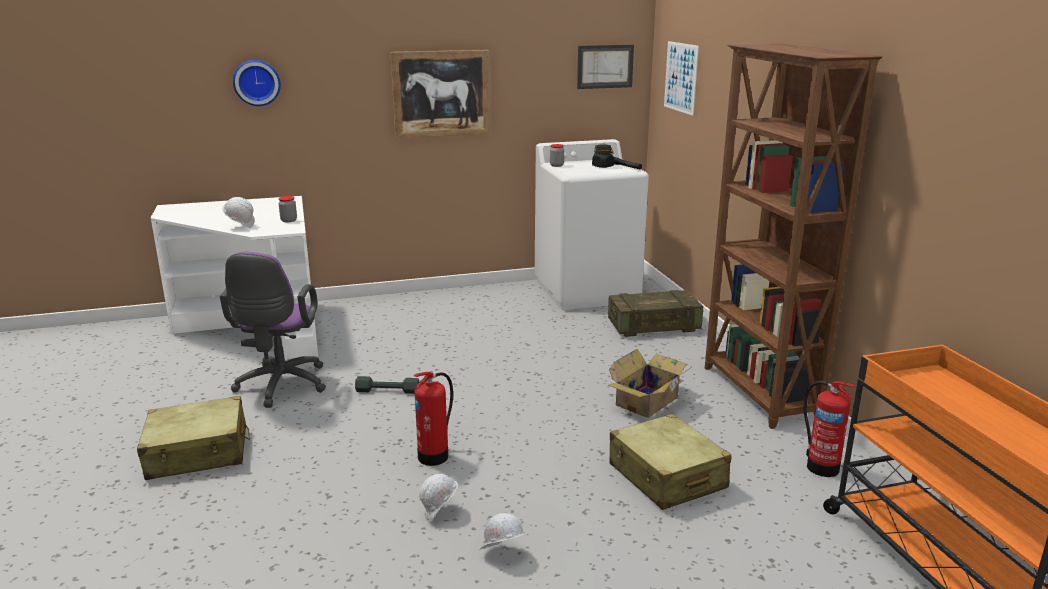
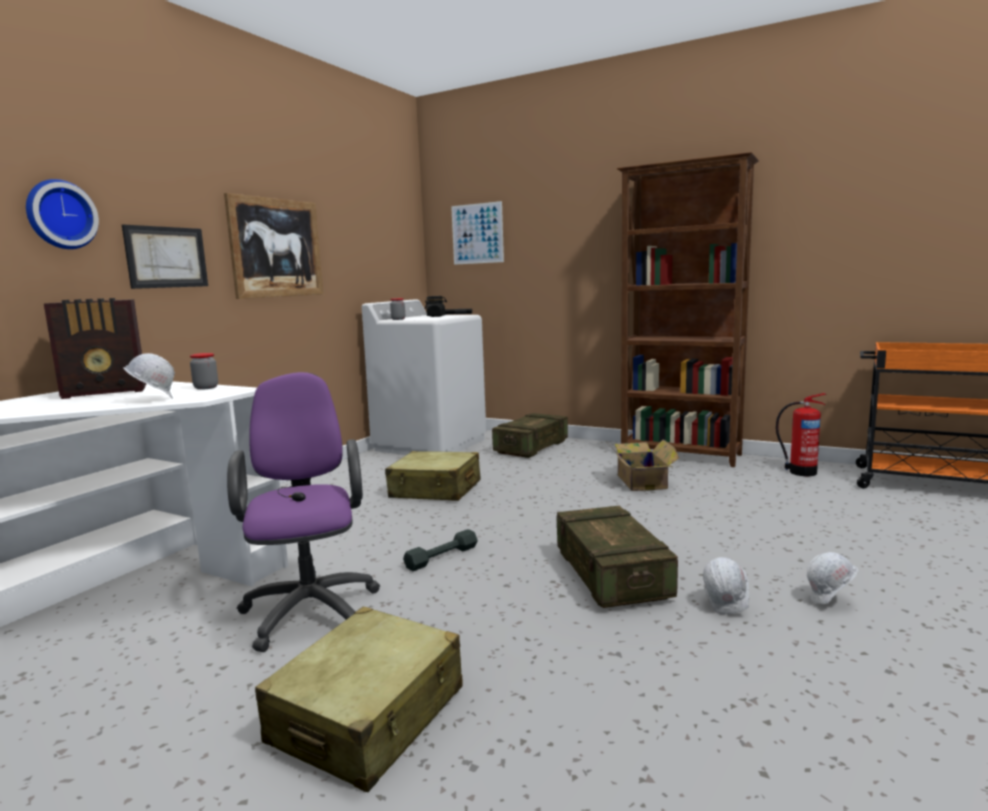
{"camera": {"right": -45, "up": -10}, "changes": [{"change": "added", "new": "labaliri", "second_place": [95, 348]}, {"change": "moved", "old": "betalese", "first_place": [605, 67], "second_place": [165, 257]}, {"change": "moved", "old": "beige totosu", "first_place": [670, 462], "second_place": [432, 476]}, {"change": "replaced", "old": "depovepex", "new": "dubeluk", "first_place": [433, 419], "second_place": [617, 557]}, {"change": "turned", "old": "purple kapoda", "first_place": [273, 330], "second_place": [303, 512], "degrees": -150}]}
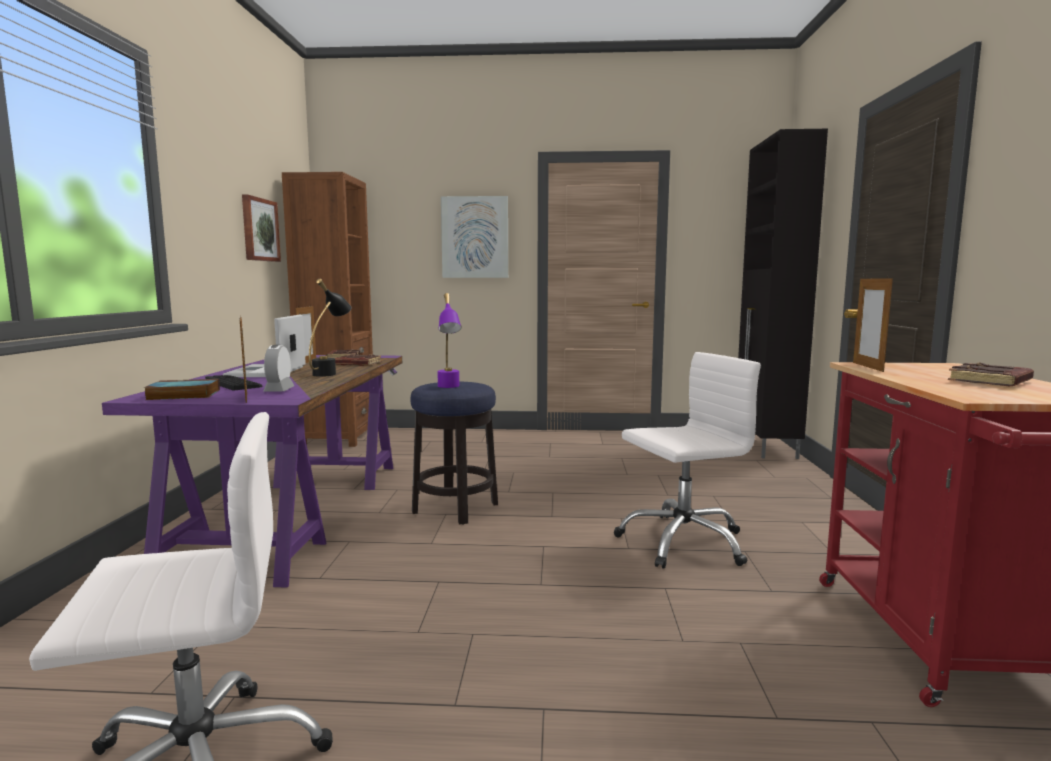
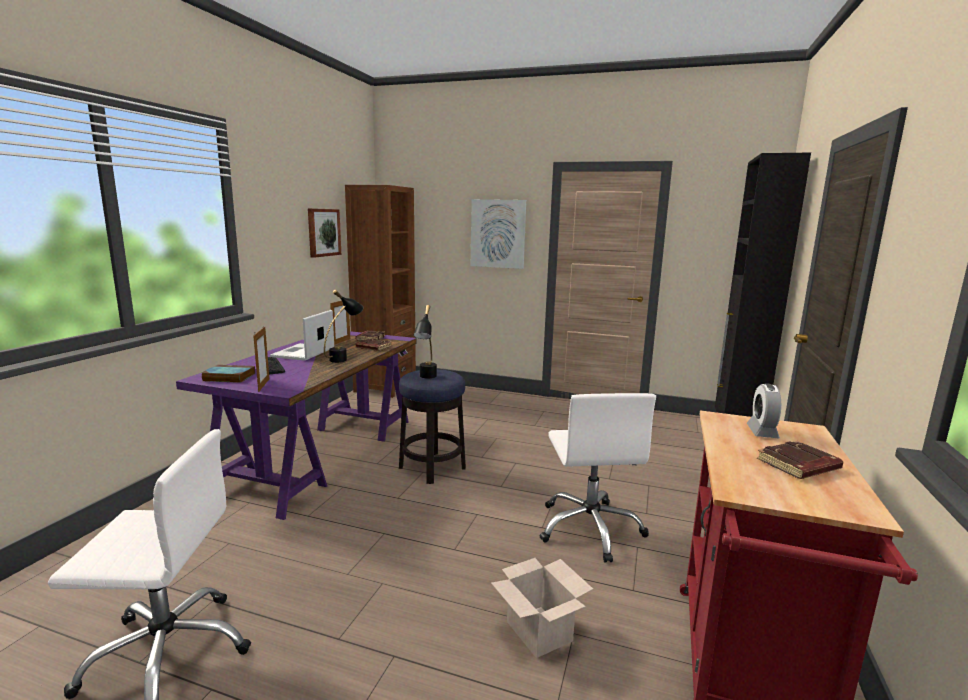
{"camera": {"right": 15, "up": 5}, "changes": [{"change": "removed", "old": "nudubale", "first_place": [873, 323]}, {"change": "added", "new": "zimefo", "second_place": [542, 608]}, {"change": "moved", "old": "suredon", "first_place": [278, 368], "second_place": [764, 410]}, {"change": "recoloured", "old": "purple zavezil", "new": "black zavezil", "first_place": [449, 340], "second_place": [425, 341]}, {"change": "turned", "old": "white kapoda", "first_place": [687, 460], "second_place": [598, 478], "degrees": 90}]}
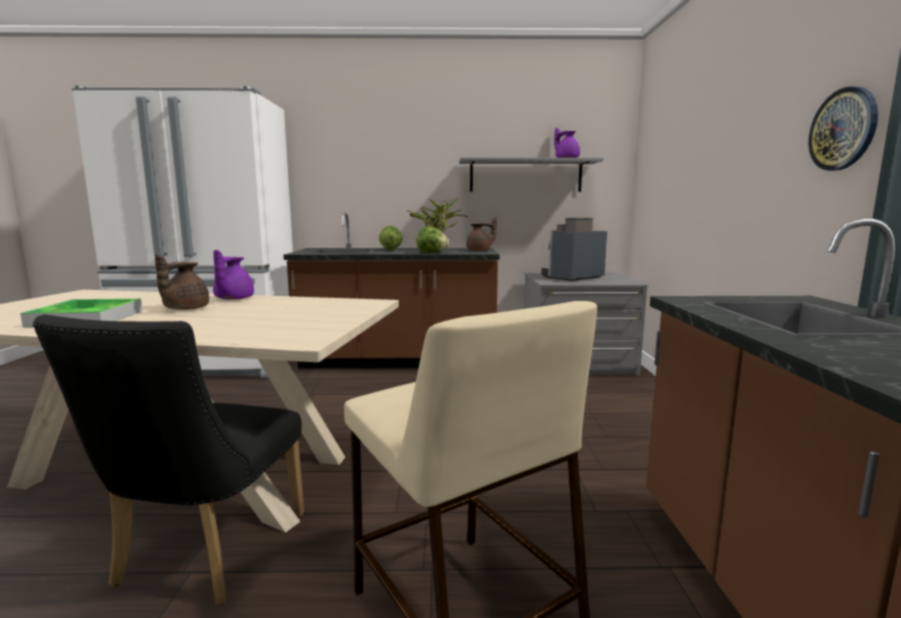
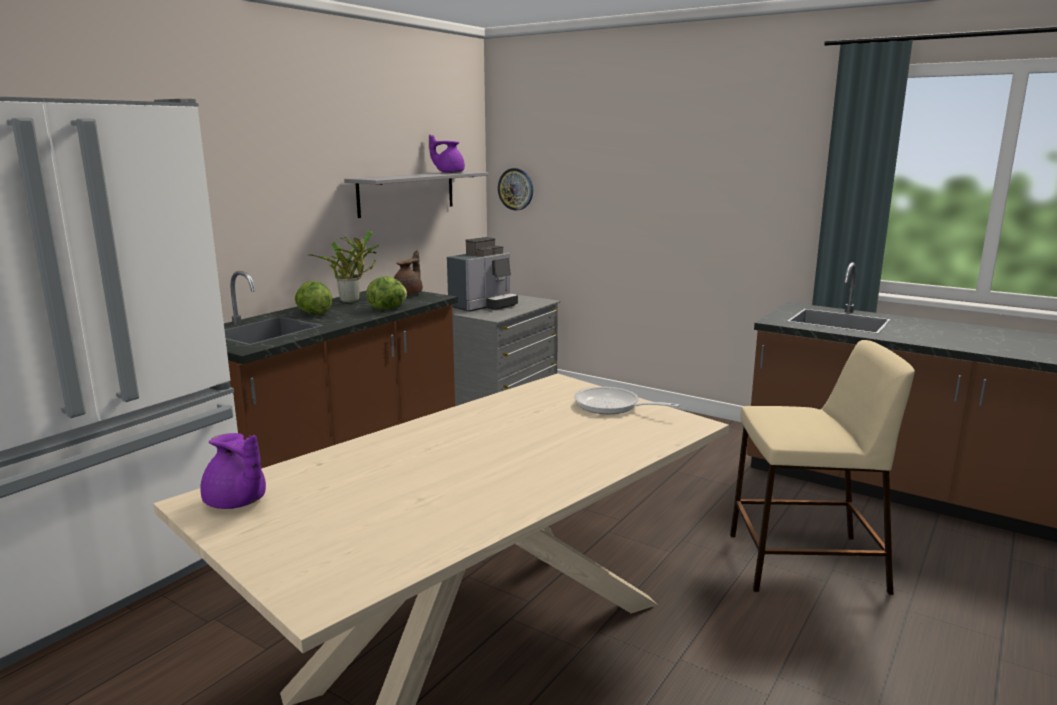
{"camera": {"right": -55, "up": 5}, "changes": [{"change": "removed", "old": "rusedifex", "first_place": [81, 313]}, {"change": "removed", "old": "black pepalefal", "first_place": [168, 460]}, {"change": "removed", "old": "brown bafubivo", "first_place": [182, 282]}, {"change": "added", "new": "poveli", "second_place": [627, 400]}, {"change": "moved", "old": "purple bafubivo", "first_place": [233, 275], "second_place": [233, 471]}, {"change": "moved", "old": "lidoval", "first_place": [843, 128], "second_place": [515, 189]}, {"change": "turned", "old": "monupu", "first_place": [574, 249], "second_place": [482, 274], "degrees": -135}]}
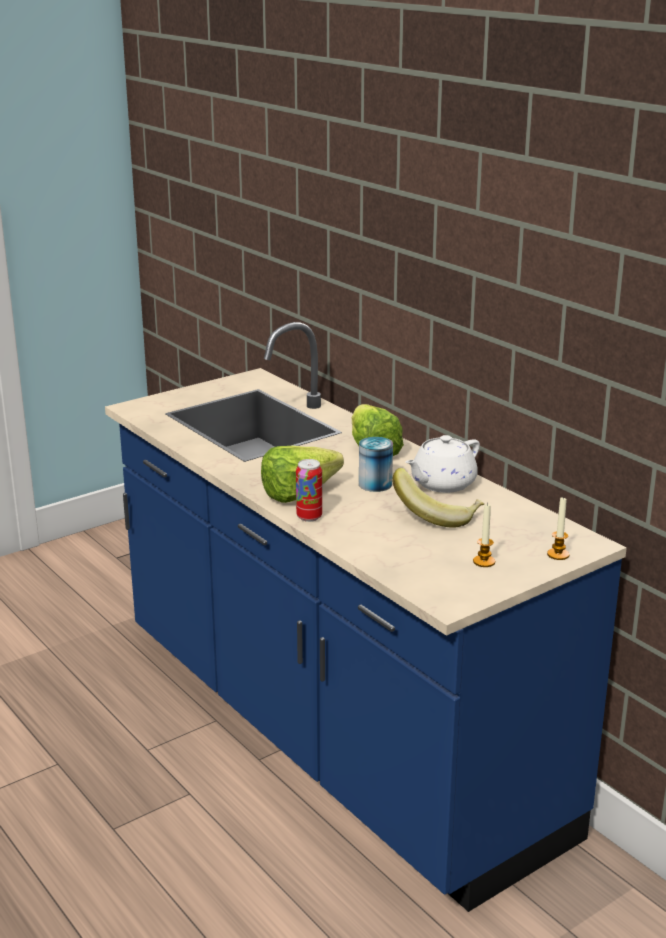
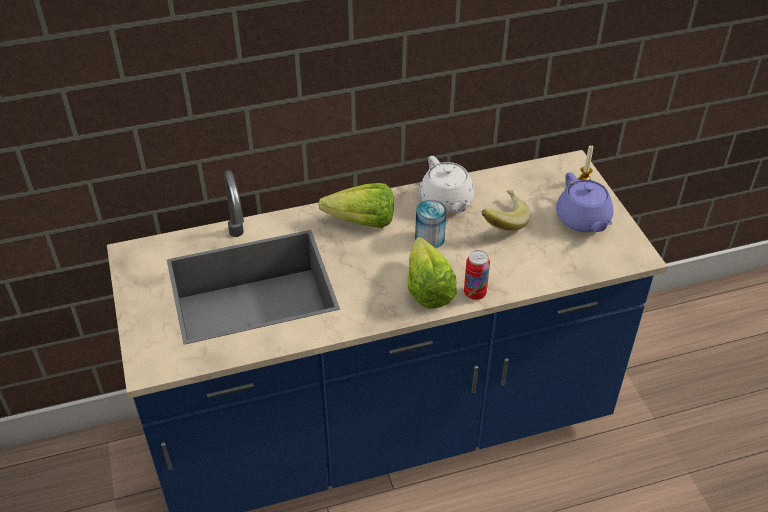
{"camera": {"right": -70, "up": 20}, "changes": [{"change": "replaced", "old": "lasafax", "new": "purple bafubivo", "first_place": [484, 535], "second_place": [584, 202]}]}
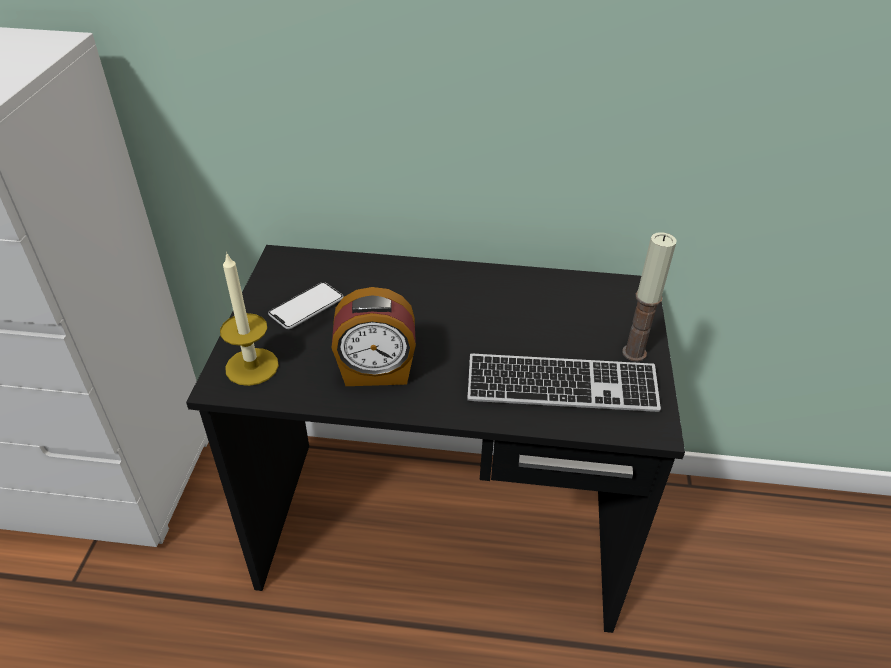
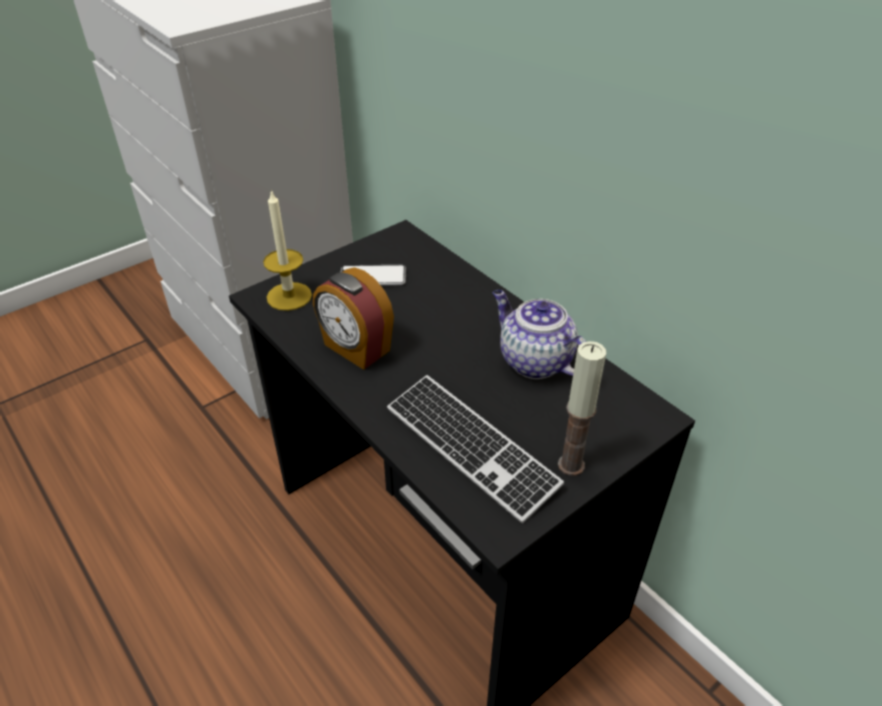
{"camera": {"right": 45, "up": 0}, "changes": [{"change": "added", "new": "bafubivo", "second_place": [539, 334]}]}
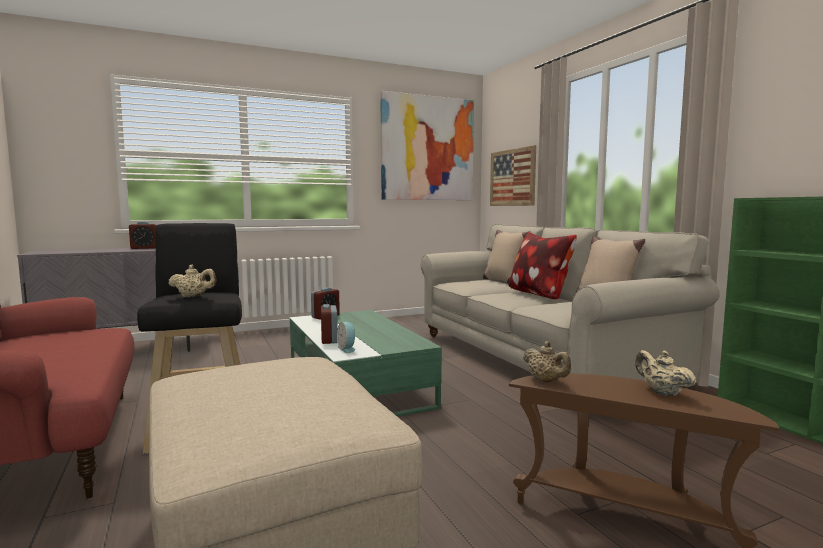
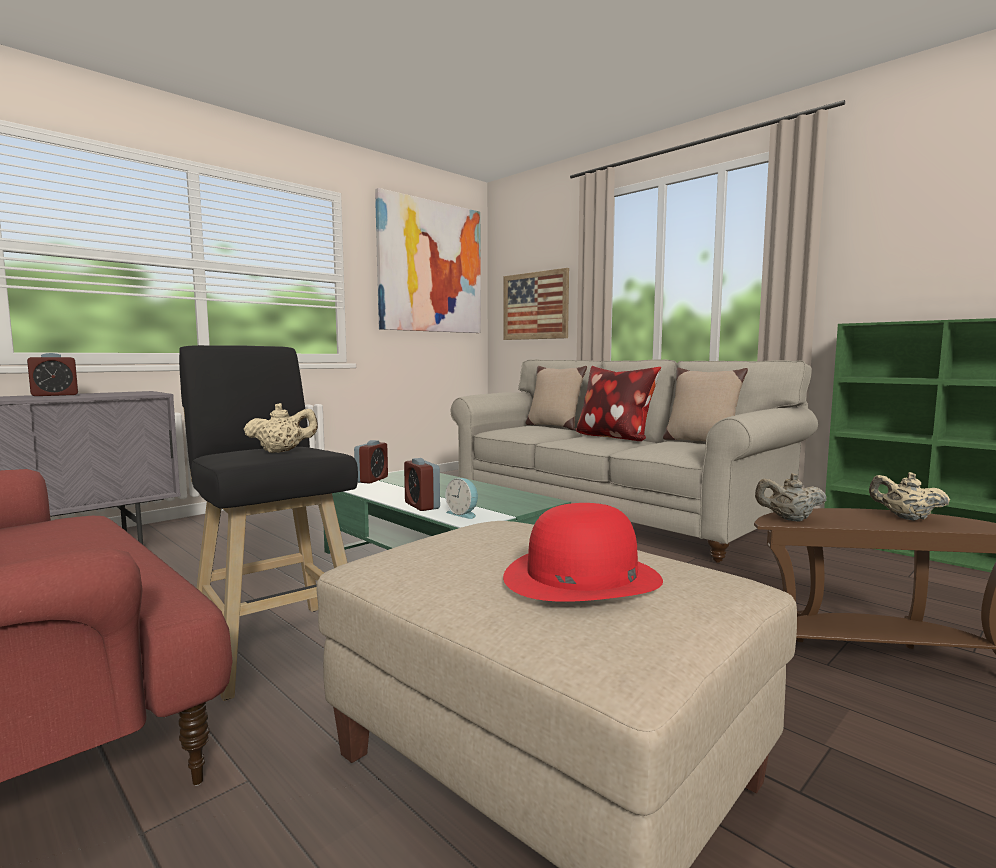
{"camera": {"right": -20, "up": 0}, "changes": [{"change": "added", "new": "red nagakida", "second_place": [583, 552]}, {"change": "turned", "old": "beige bafubivo", "first_place": [547, 362], "second_place": [791, 497], "degrees": 150}]}
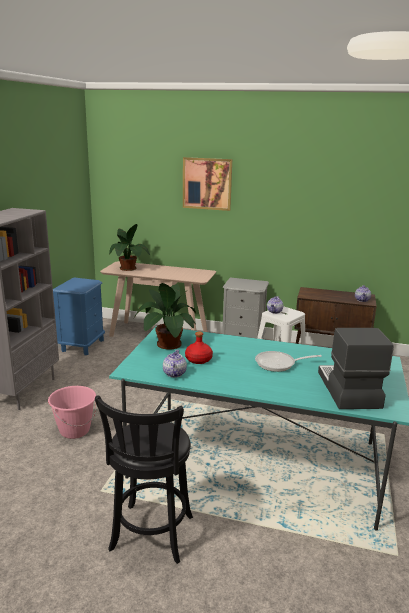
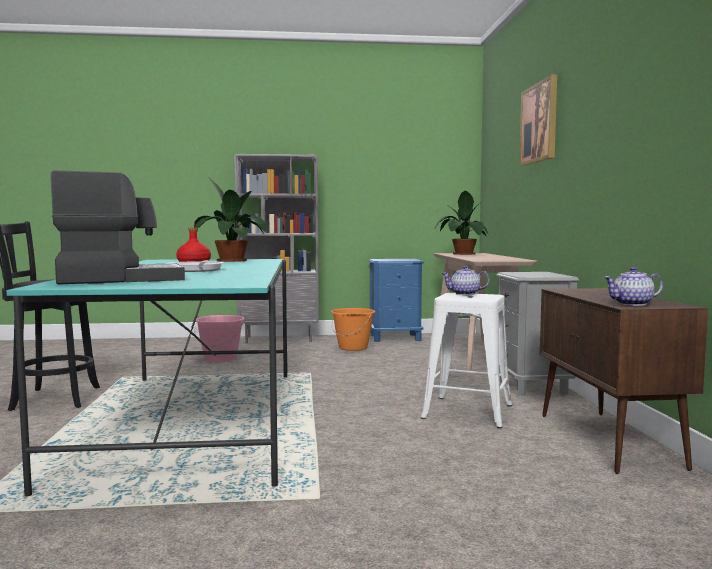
{"camera": {"right": 70, "up": -15}, "changes": [{"change": "removed", "old": "bafubivo", "first_place": [175, 364]}, {"change": "added", "new": "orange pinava", "second_place": [353, 329]}]}
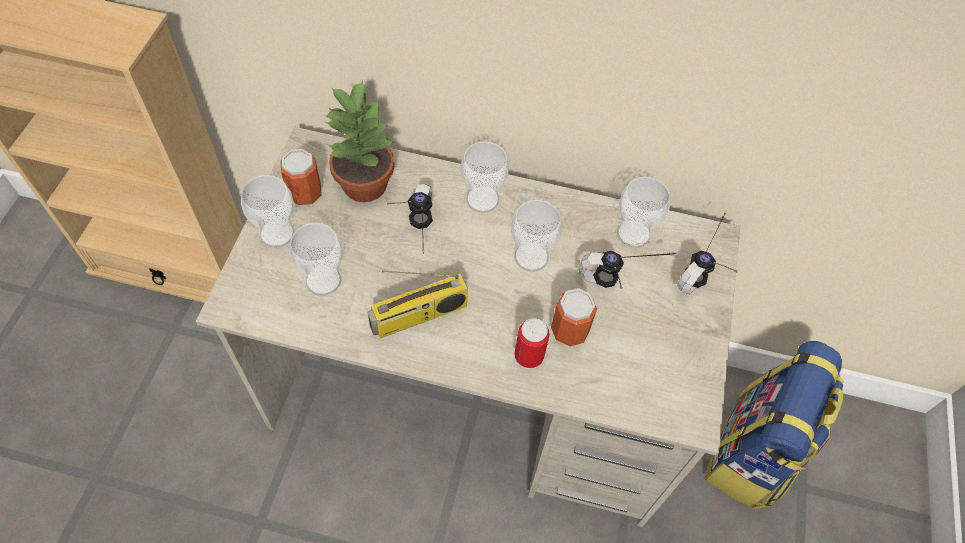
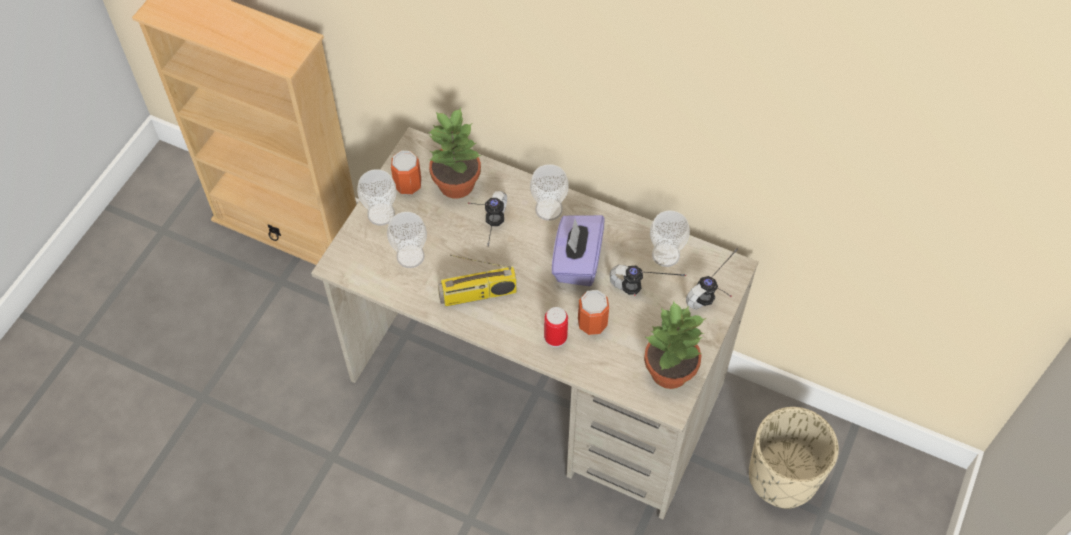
{"camera": {"right": 15, "up": 0}, "changes": [{"change": "added", "new": "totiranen", "second_place": [675, 345]}, {"change": "replaced", "old": "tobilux", "new": "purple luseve", "first_place": [536, 236], "second_place": [578, 250]}, {"change": "replaced", "old": "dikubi", "new": "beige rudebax", "first_place": [774, 425], "second_place": [794, 458]}]}
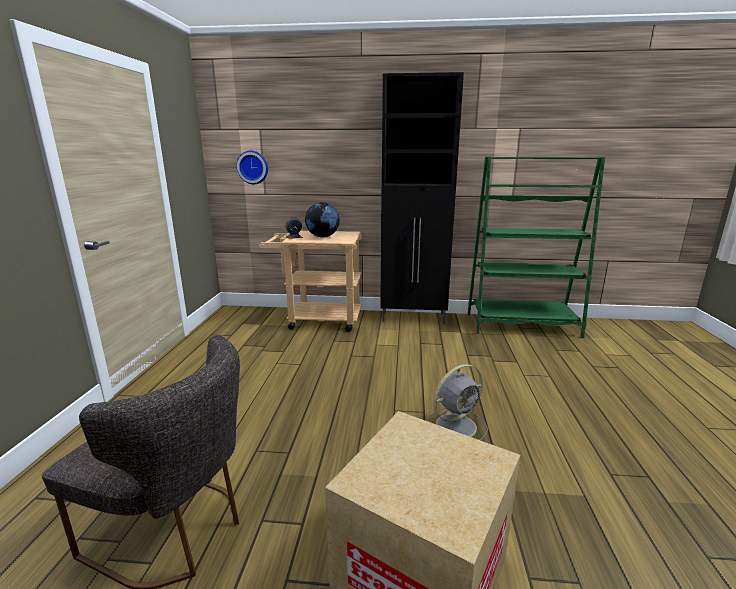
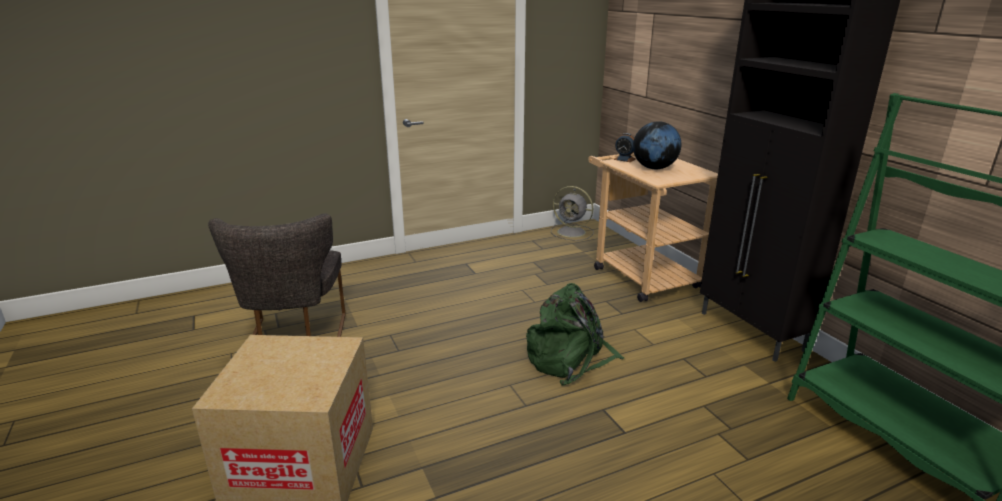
{"camera": {"right": 60, "up": 5}, "changes": [{"change": "removed", "old": "lidoval", "first_place": [252, 167]}, {"change": "added", "new": "green dikubi", "second_place": [575, 334]}, {"change": "moved", "old": "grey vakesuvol", "first_place": [459, 402], "second_place": [572, 213]}]}
